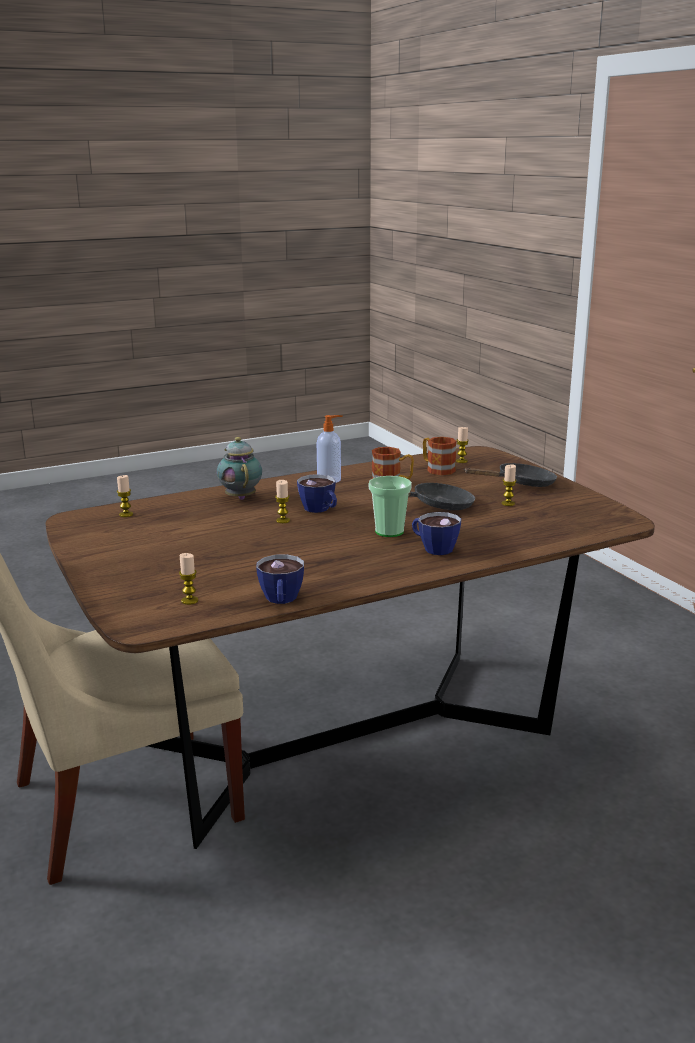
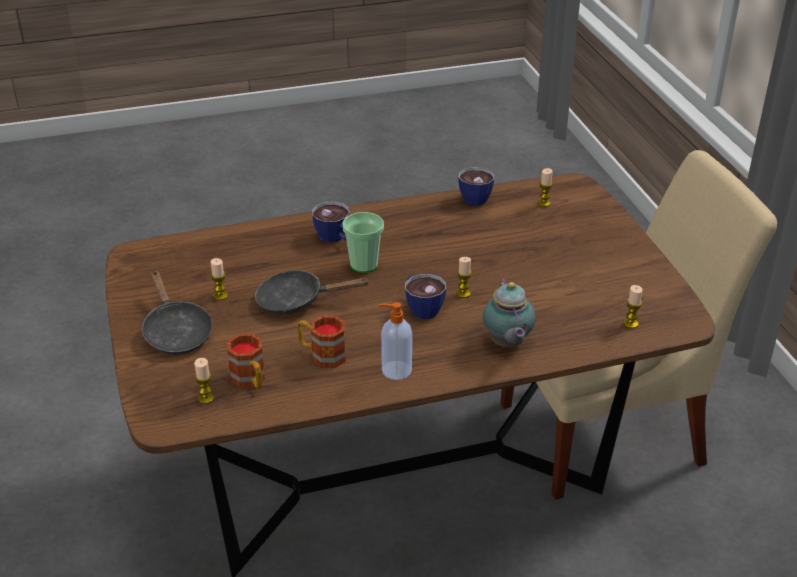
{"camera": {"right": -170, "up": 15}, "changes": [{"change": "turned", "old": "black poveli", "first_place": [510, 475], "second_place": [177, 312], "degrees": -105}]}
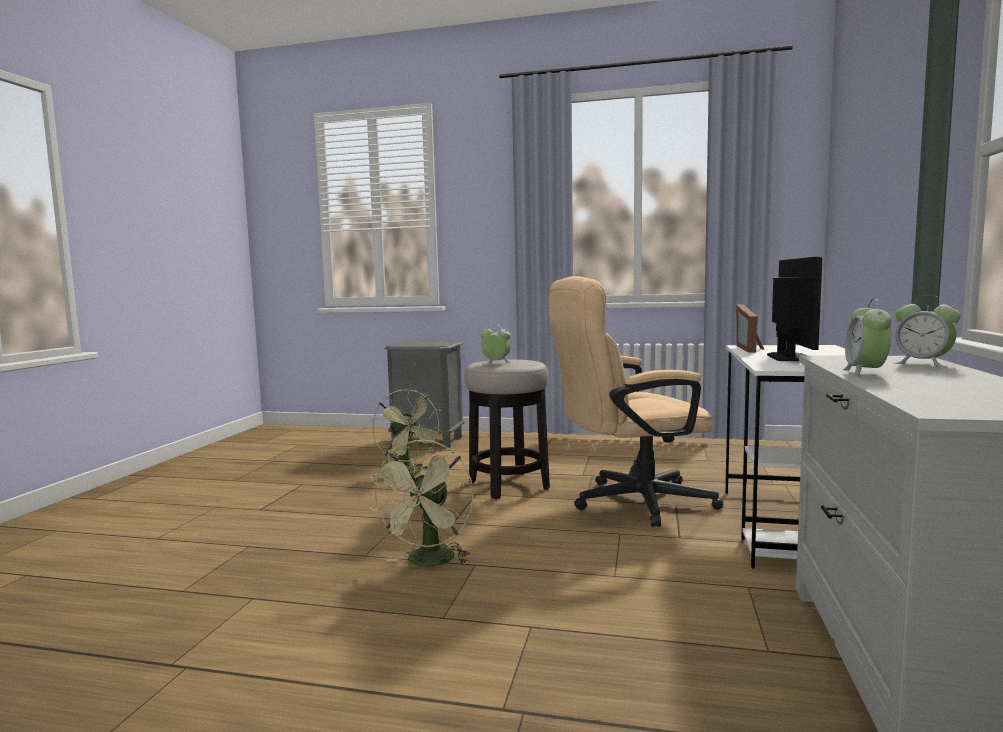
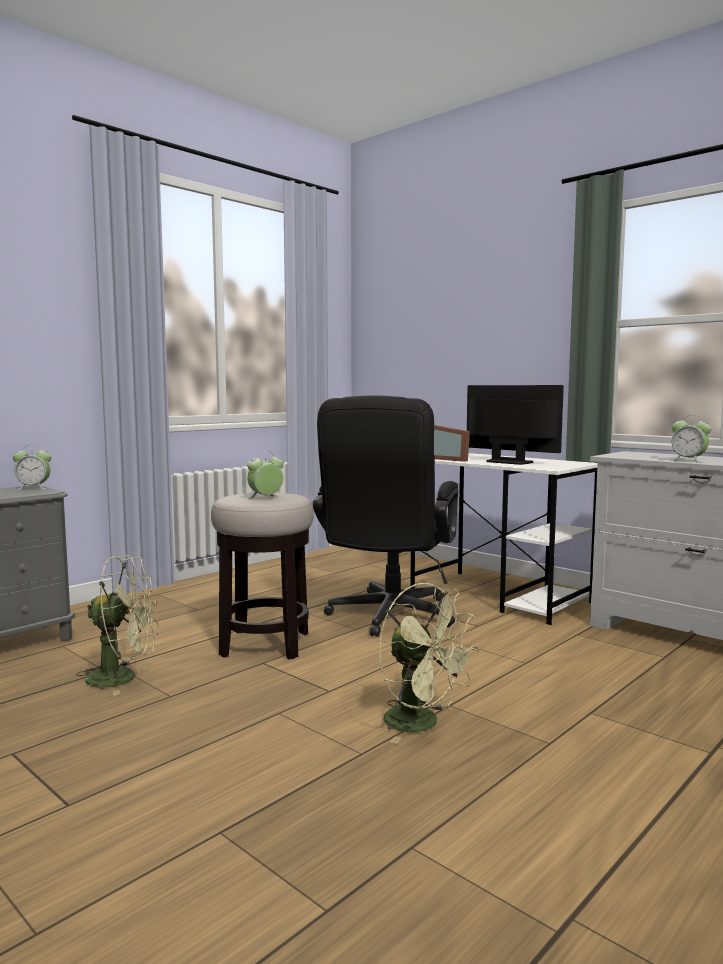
{"camera": {"right": -60, "up": 0}, "changes": [{"change": "moved", "old": "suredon", "first_place": [927, 331], "second_place": [32, 467]}, {"change": "recoloured", "old": "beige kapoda", "new": "black kapoda", "first_place": [636, 401], "second_place": [385, 516]}]}
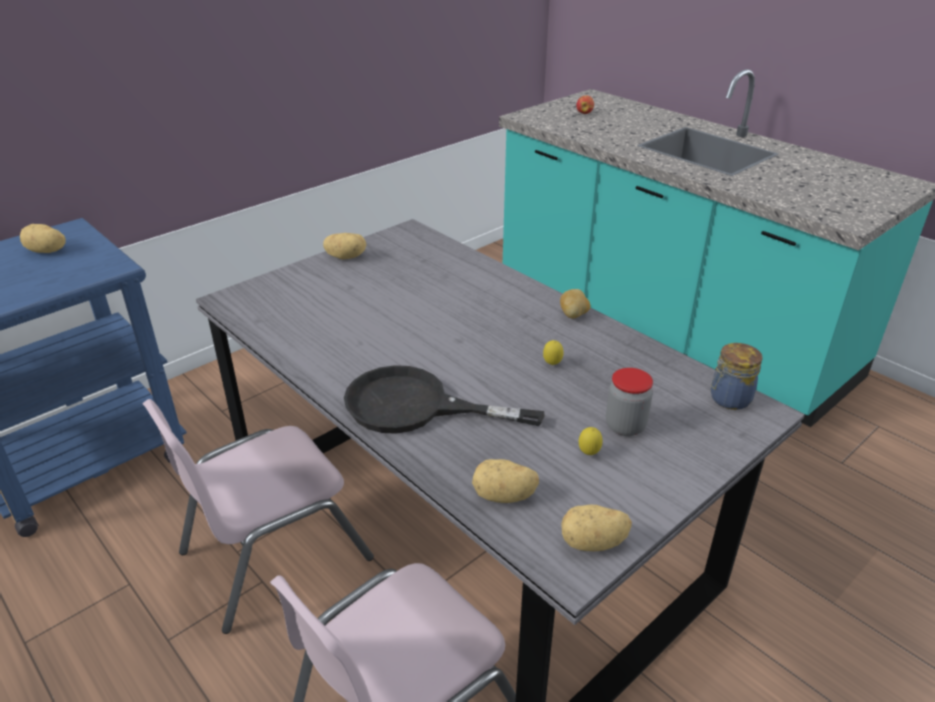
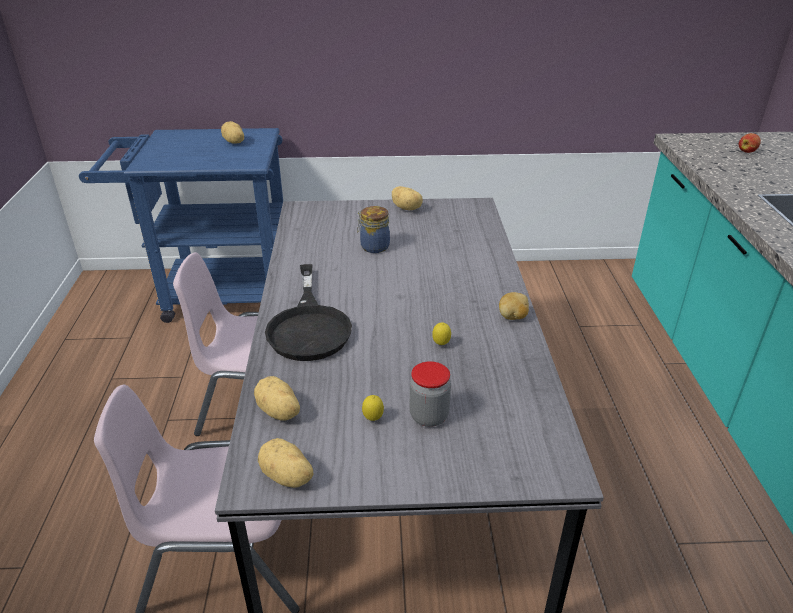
{"camera": {"right": 40, "up": 0}, "changes": [{"change": "moved", "old": "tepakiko", "first_place": [737, 376], "second_place": [373, 229]}, {"change": "turned", "old": "black poveli", "first_place": [444, 399], "second_place": [308, 312], "degrees": -150}]}
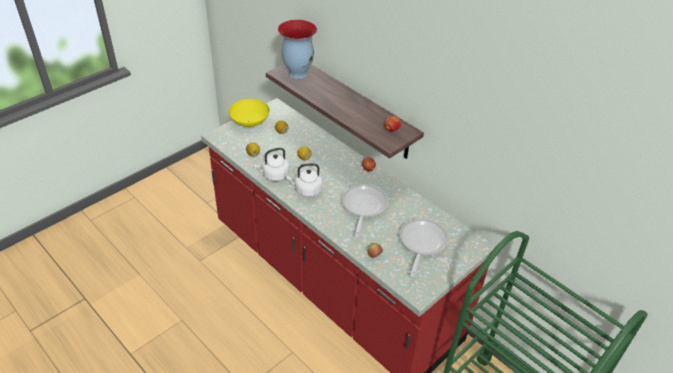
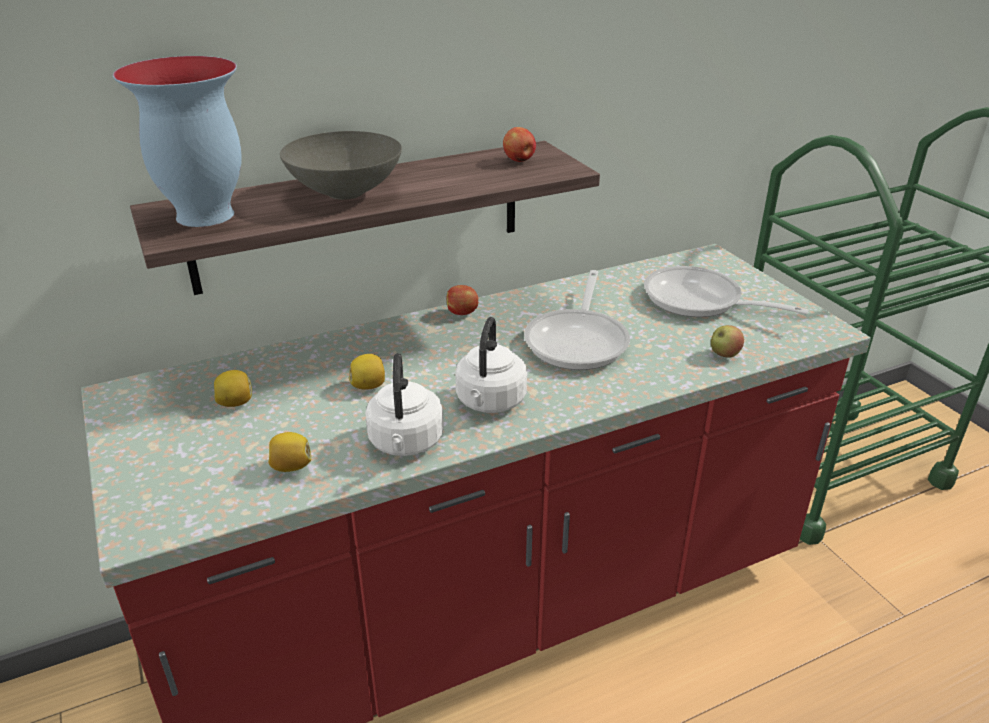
{"camera": {"right": -70, "up": -10}, "changes": [{"change": "removed", "old": "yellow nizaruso", "first_place": [249, 113]}, {"change": "added", "new": "grey nizaruso", "second_place": [341, 165]}, {"change": "turned", "old": "poveli", "first_place": [365, 210], "second_place": [577, 320], "degrees": -105}]}
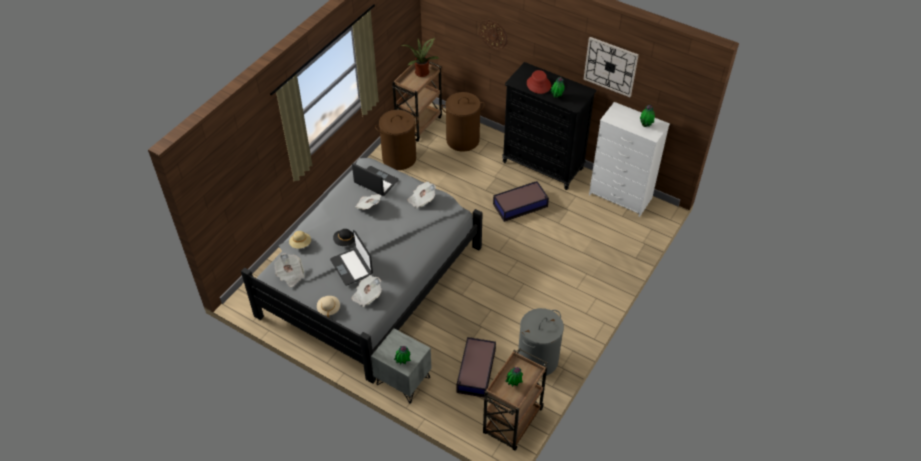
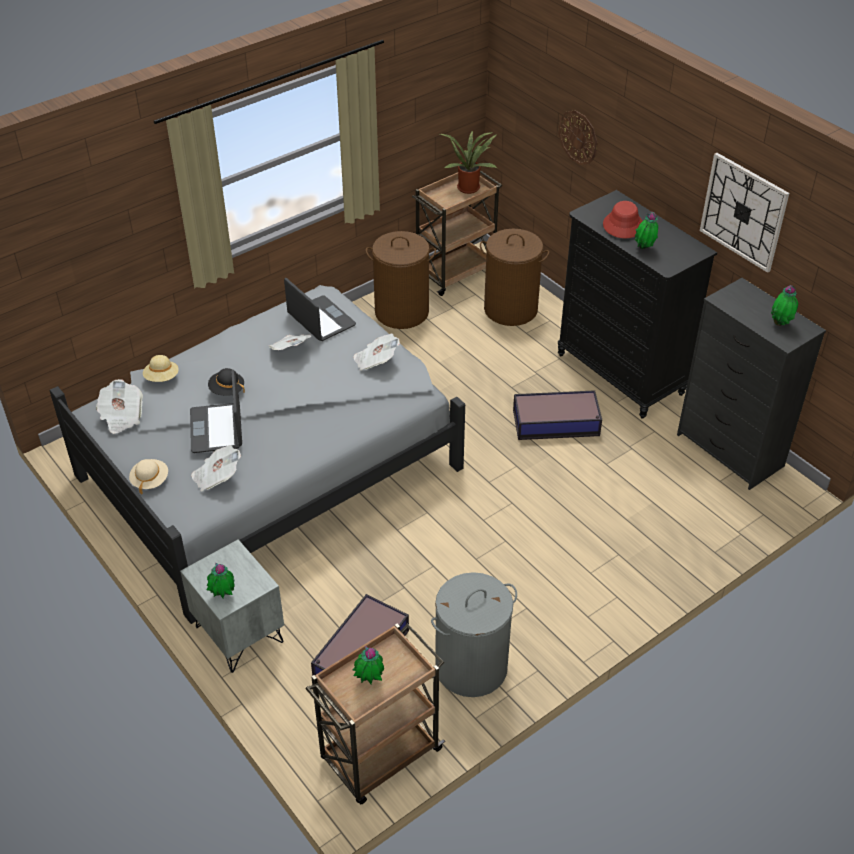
{"camera": {"right": 20, "up": -5}, "changes": [{"change": "recoloured", "old": "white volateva", "new": "black volateva", "first_place": [629, 159], "second_place": [751, 384]}]}
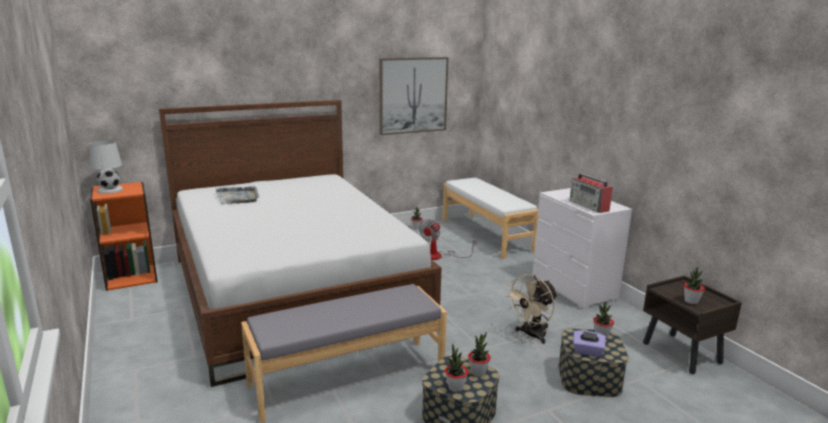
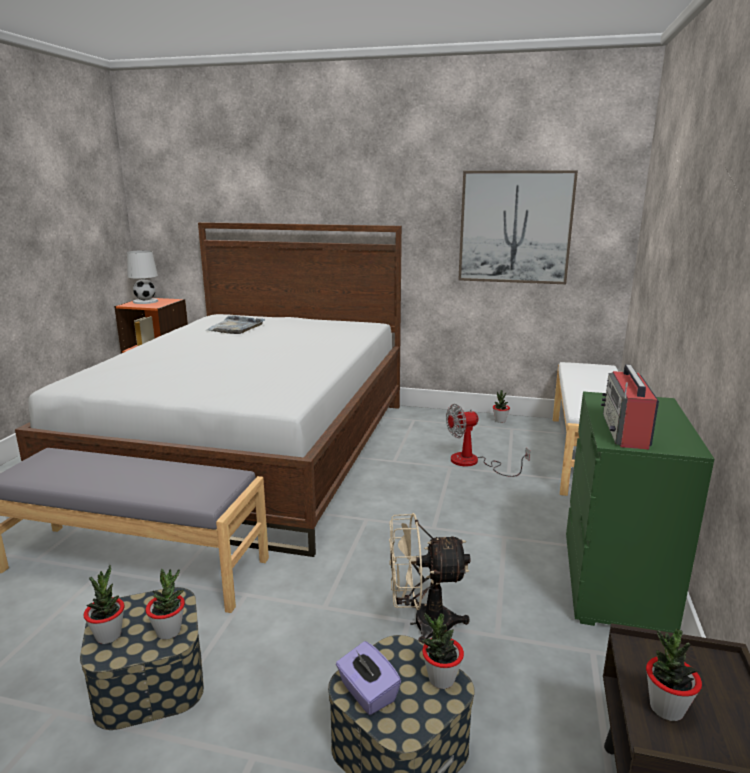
{"camera": {"right": 40, "up": 0}, "changes": [{"change": "recoloured", "old": "white volateva", "new": "green volateva", "first_place": [582, 248], "second_place": [640, 512]}]}
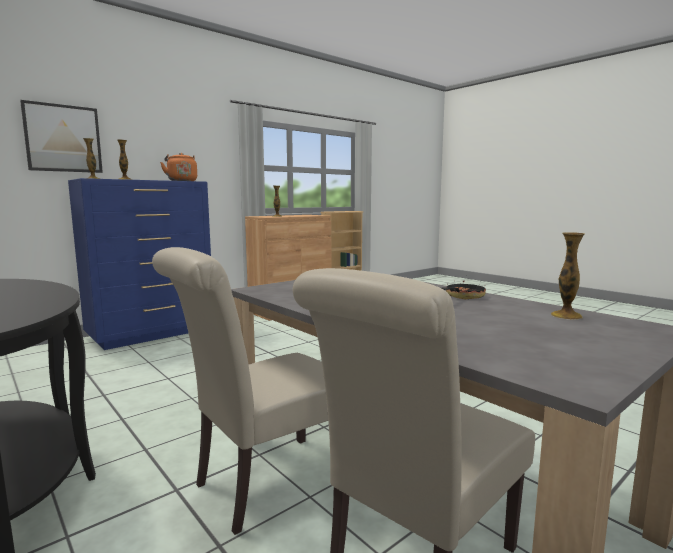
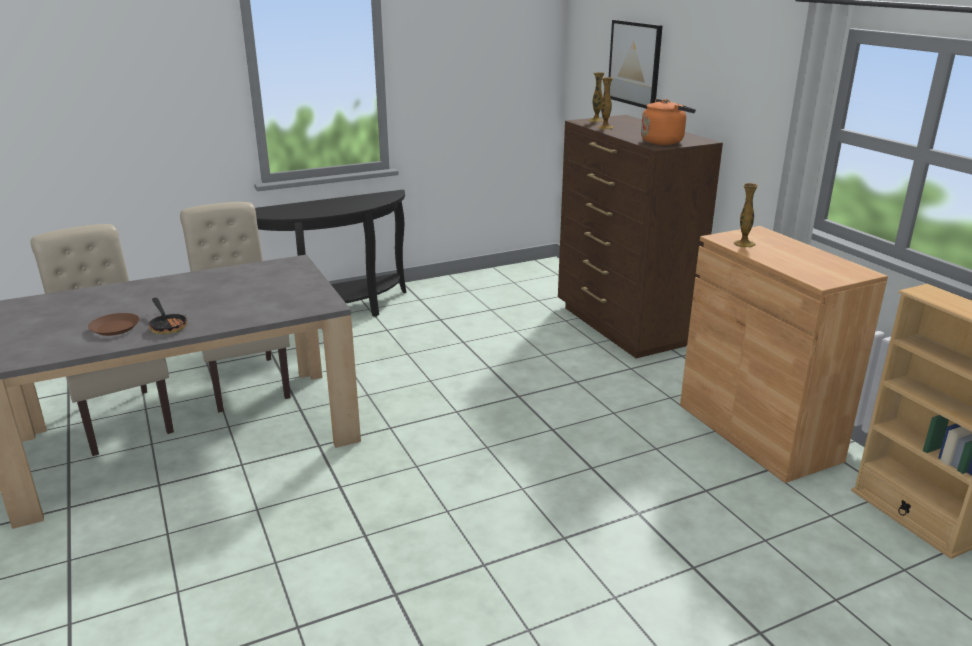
{"camera": {"right": 105, "up": 15}, "changes": [{"change": "removed", "old": "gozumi", "first_place": [568, 276]}, {"change": "added", "new": "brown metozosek", "second_place": [114, 324]}, {"change": "recoloured", "old": "blue volateva", "new": "brown volateva", "first_place": [139, 264], "second_place": [640, 236]}]}
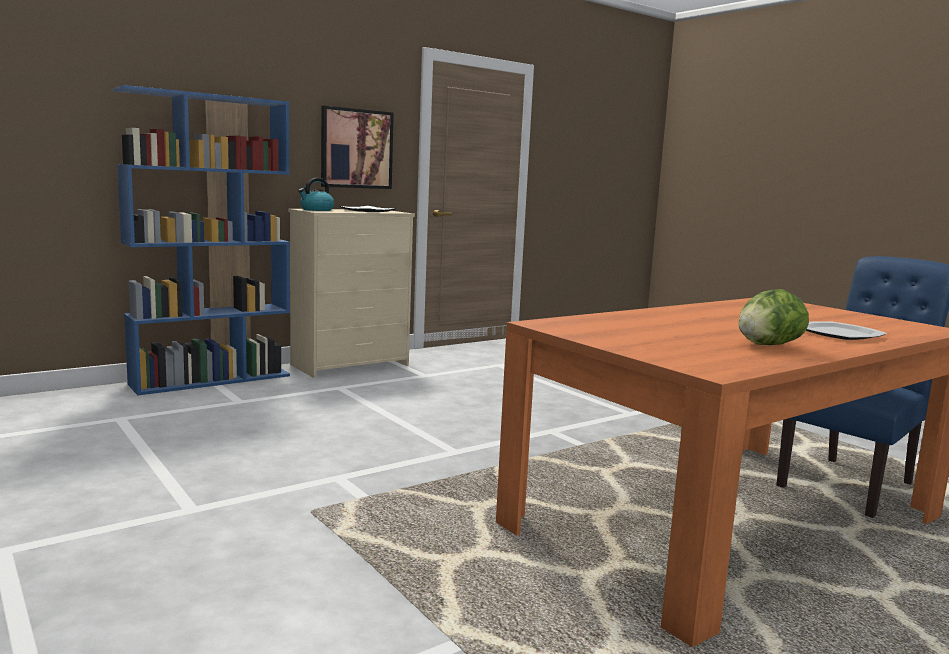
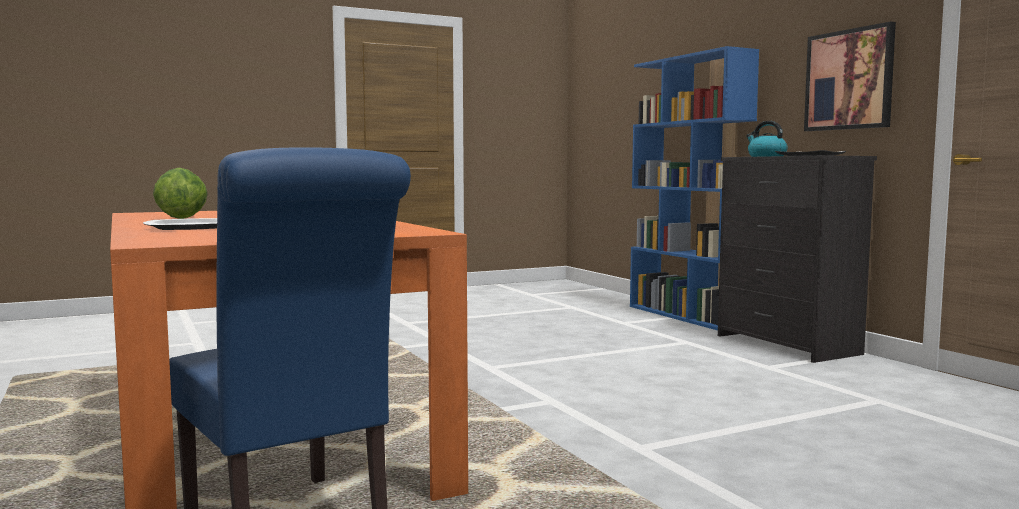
{"camera": {"right": 100, "up": -5}, "changes": [{"change": "recoloured", "old": "beige volateva", "new": "black volateva", "first_place": [351, 293], "second_place": [797, 259]}]}
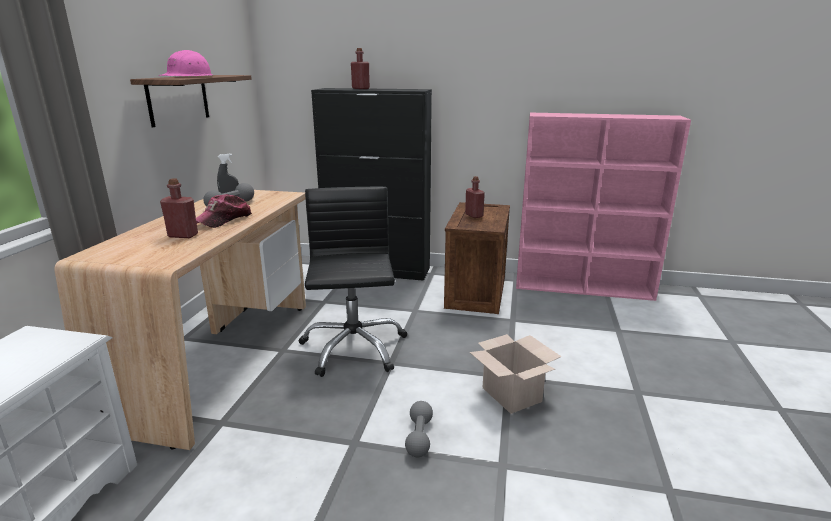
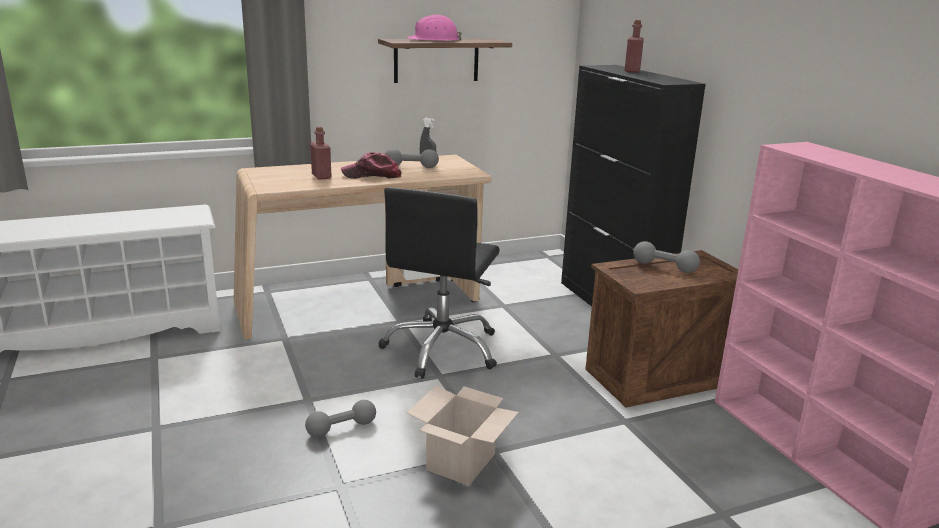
{"camera": {"right": 55, "up": 0}, "changes": [{"change": "replaced", "old": "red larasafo", "new": "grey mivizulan", "first_place": [475, 197], "second_place": [666, 257]}, {"change": "turned", "old": "black kapoda", "first_place": [353, 282], "second_place": [439, 283], "degrees": 150}]}
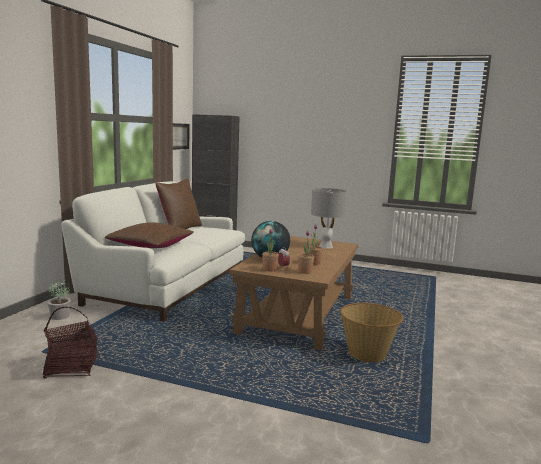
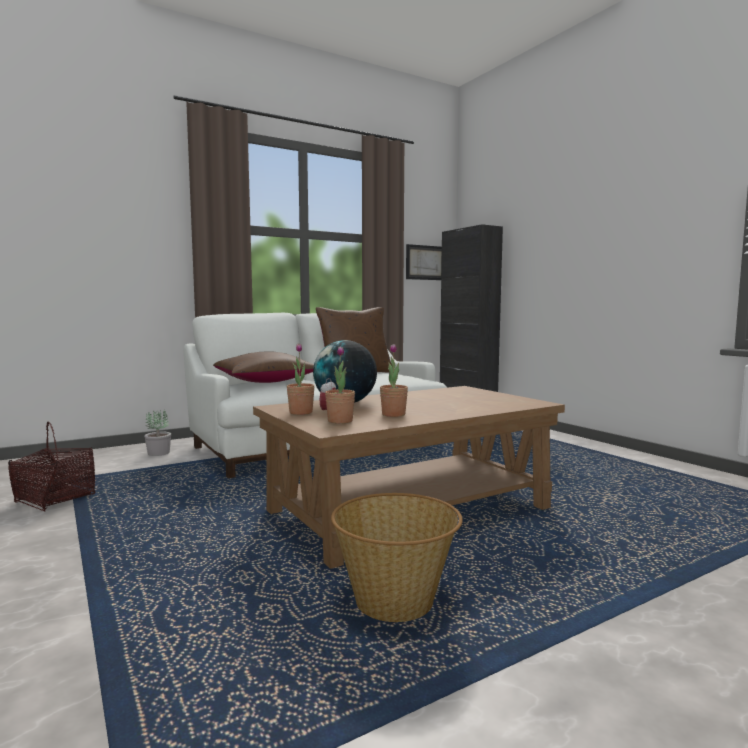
{"camera": {"right": 40, "up": -5}, "changes": [{"change": "removed", "old": "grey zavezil", "first_place": [329, 218]}]}
